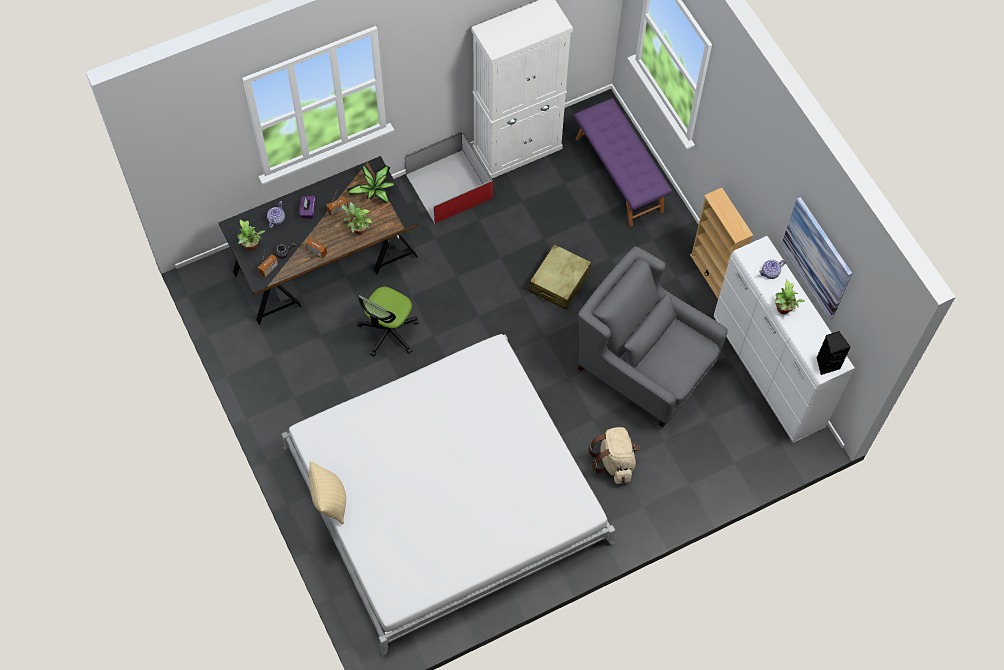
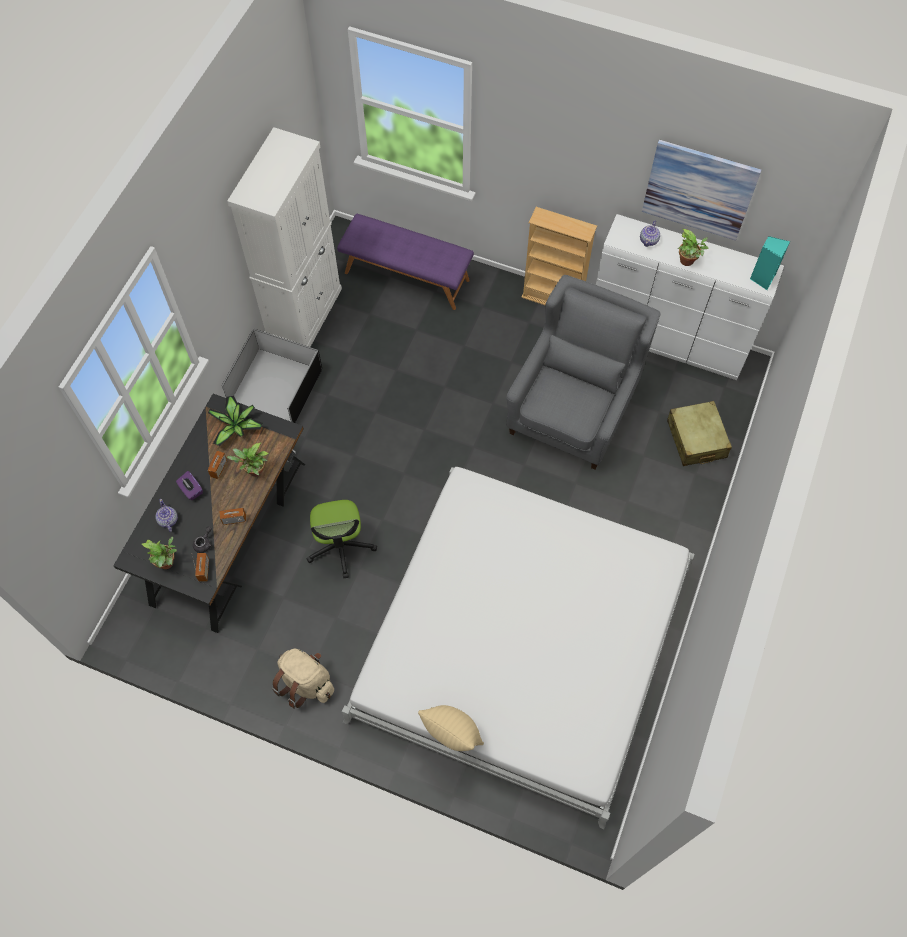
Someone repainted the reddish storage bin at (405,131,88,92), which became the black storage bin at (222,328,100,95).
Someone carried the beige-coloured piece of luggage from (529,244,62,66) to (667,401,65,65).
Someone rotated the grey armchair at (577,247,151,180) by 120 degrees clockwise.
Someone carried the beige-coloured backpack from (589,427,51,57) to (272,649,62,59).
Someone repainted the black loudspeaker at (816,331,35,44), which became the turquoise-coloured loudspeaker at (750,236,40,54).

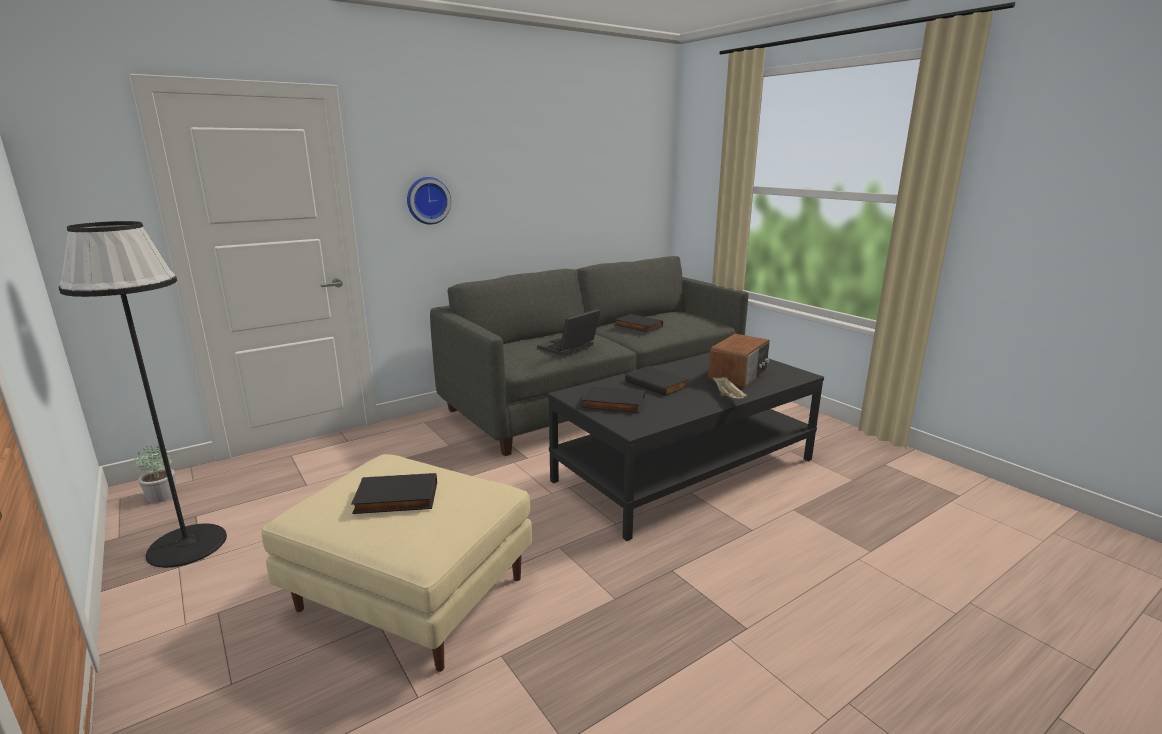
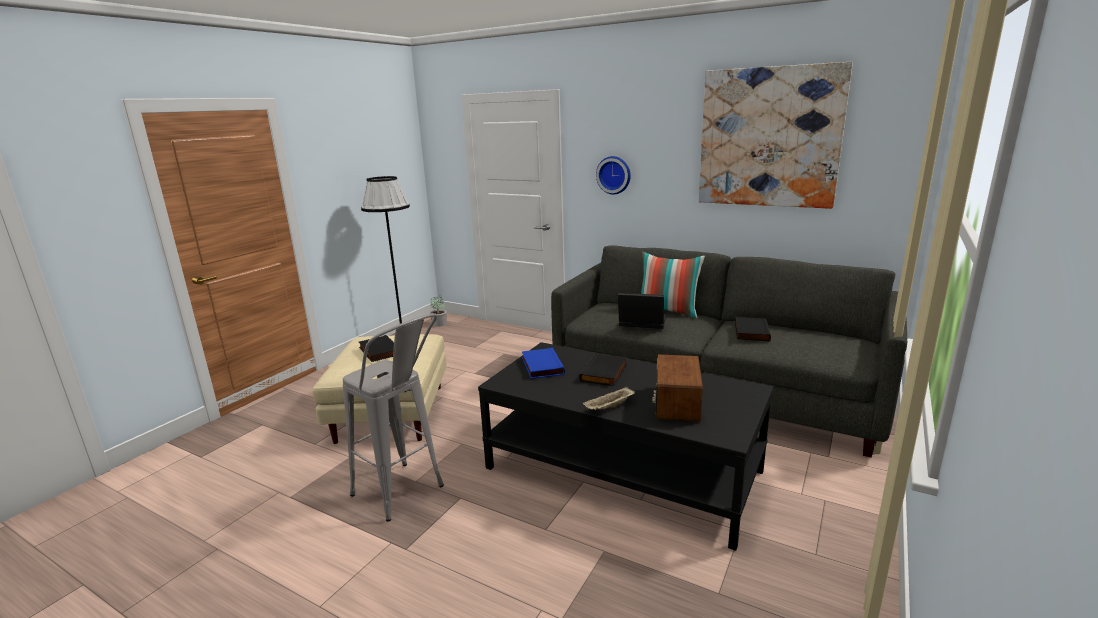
Someone repainted the black bound book at (581,386,64,27), which became the bluish bound book at (522,348,43,31).
Someone rotated the radio receiver at (708,334,62,54) by 90 degrees clockwise.
Someone put down the grey sitting stool at (343,313,101,209).
Someone put down the throw pillow at (641,252,64,66).
Someone put up the picture at (699,62,154,147).

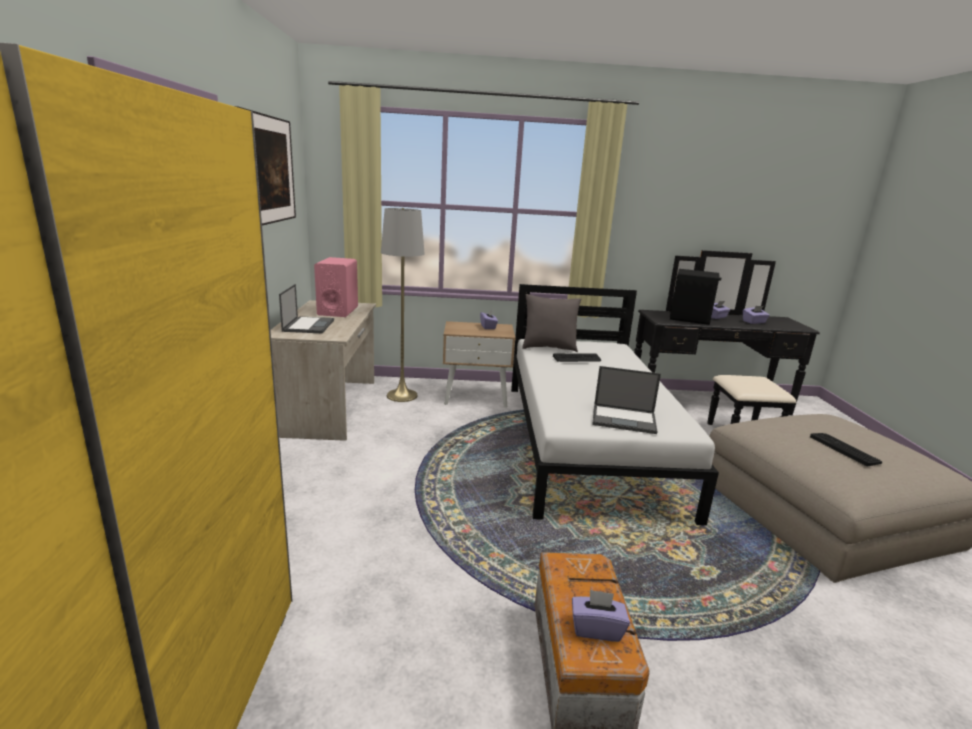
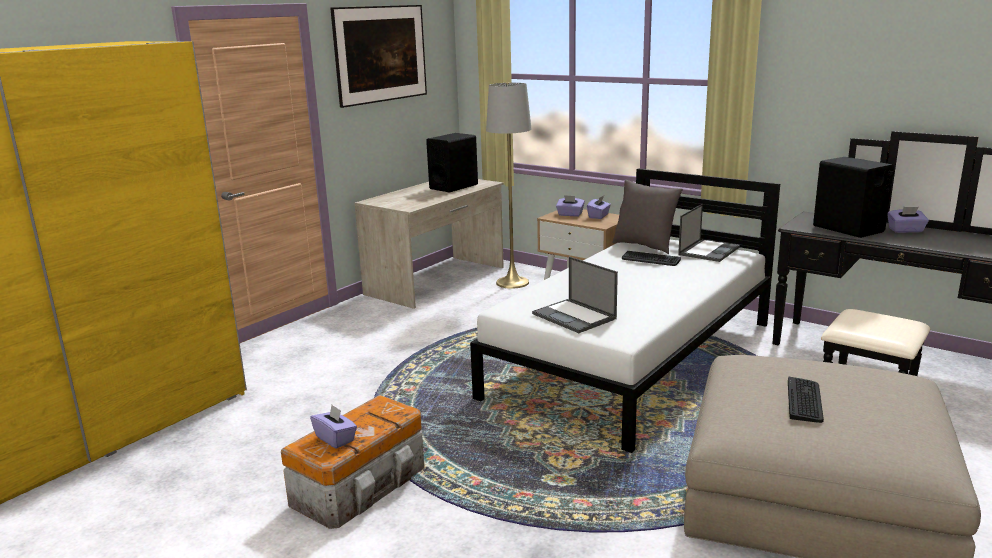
Someone carried the portable computer from (279,284,55,49) to (678,204,62,58).
Someone repainted the pink loudspeaker at (314,257,44,60), which became the black loudspeaker at (426,133,52,60).
Someone carried the purple-coloured box of tissues from (743,306,27,18) to (556,195,29,22).

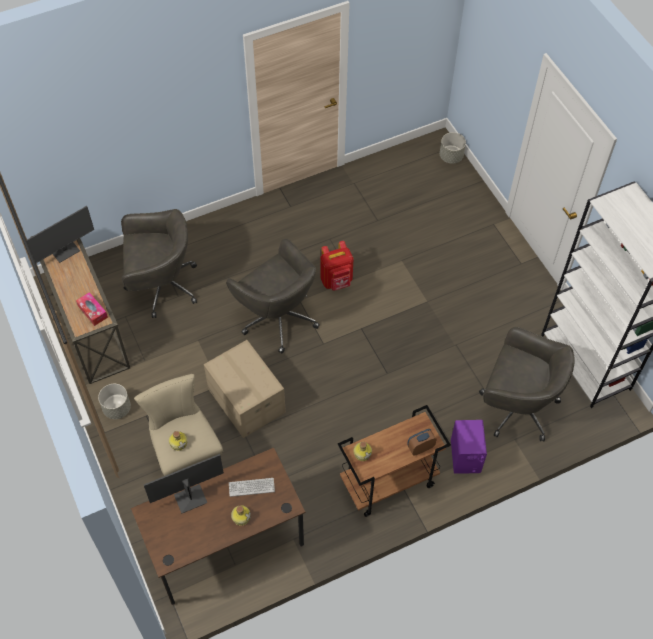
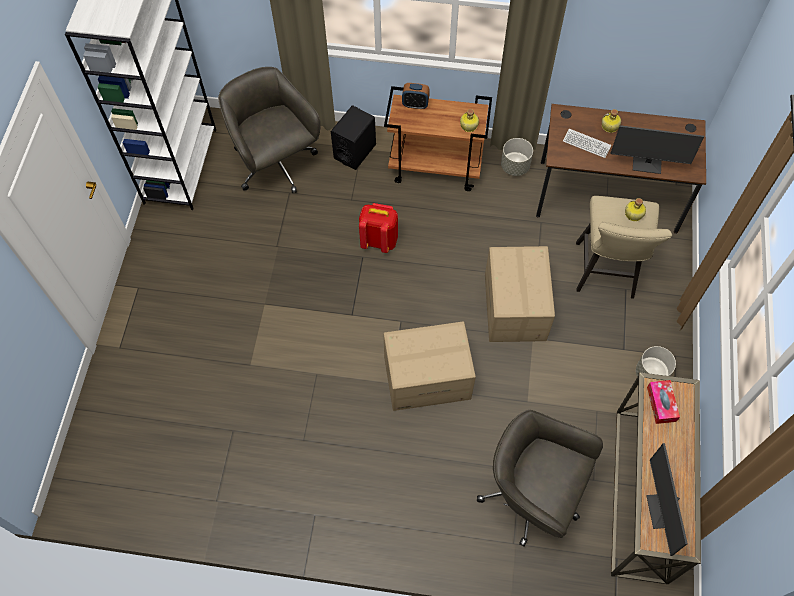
Someone rotated the computer screen at (27,206,67,57) by 90 degrees counterclockwise.
Someone swapped the grey desk chair at (226,239,94,114) for the cardboard box at (384,321,92,90).
Someone carried the reddish backpack from (320,241,33,50) to (359,203,39,50).
Someone carried the grey planter from (440,132,26,32) to (501,138,32,38).
Someone repainted the purple-coloured loudspeaker at (451,420,36,54), which became the black loudspeaker at (331,105,45,65).

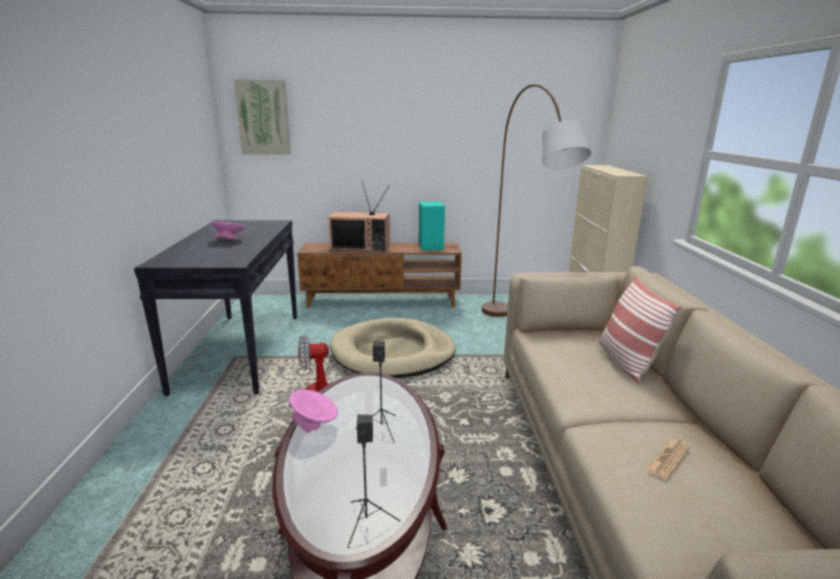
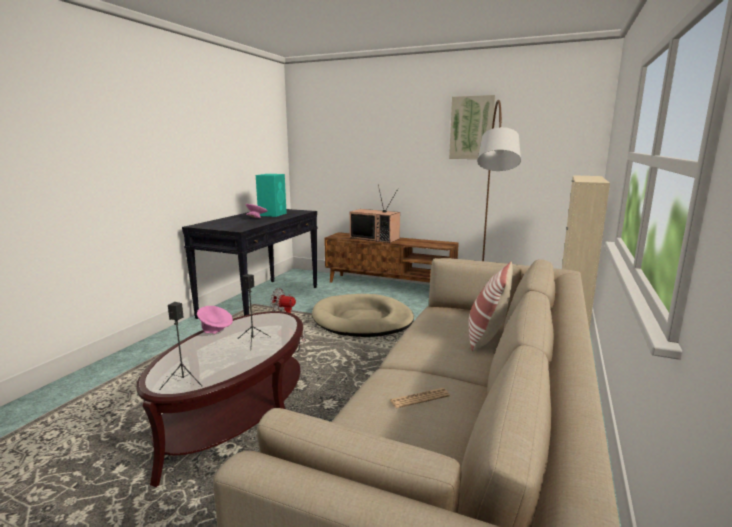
Someone carried the picture from (234,79,57,76) to (449,95,47,64).
Someone carried the turquoise-coloured loudspeaker from (419,201,26,50) to (256,174,31,43).

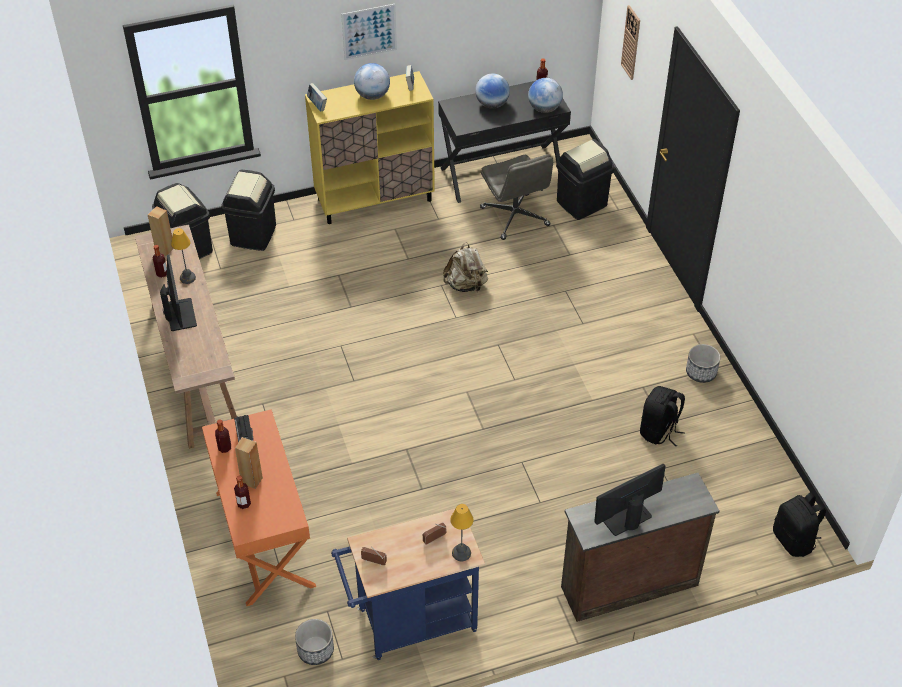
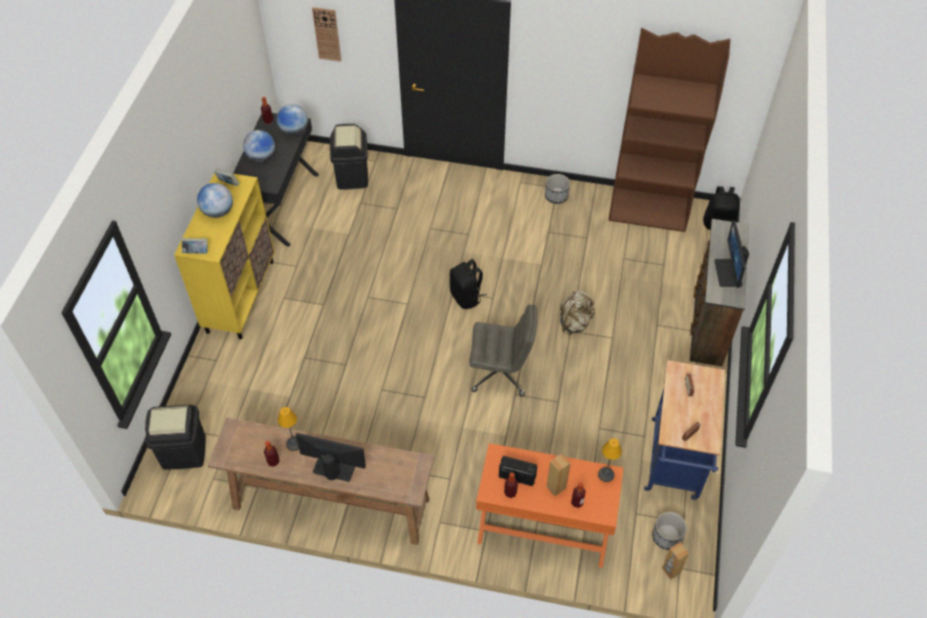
Someone carried the brown-coloured loudspeaker from (148,206,26,50) to (662,542,27,38).
Someone took away the black trash can at (221,170,55,81).
Someone took away the picture at (341,4,56,56).
Someone carried the beige-coloured backpack from (443,242,45,51) to (560,290,35,45).
Someone carried the table lamp from (450,504,24,57) to (598,438,24,44).
Someone carried the grey desk chair from (480,154,73,86) to (469,304,68,92).
Someone carried the black backpack from (640,386,45,60) to (450,259,37,50).
Someone put down the brown-coloured bookcase at (608,28,122,204).

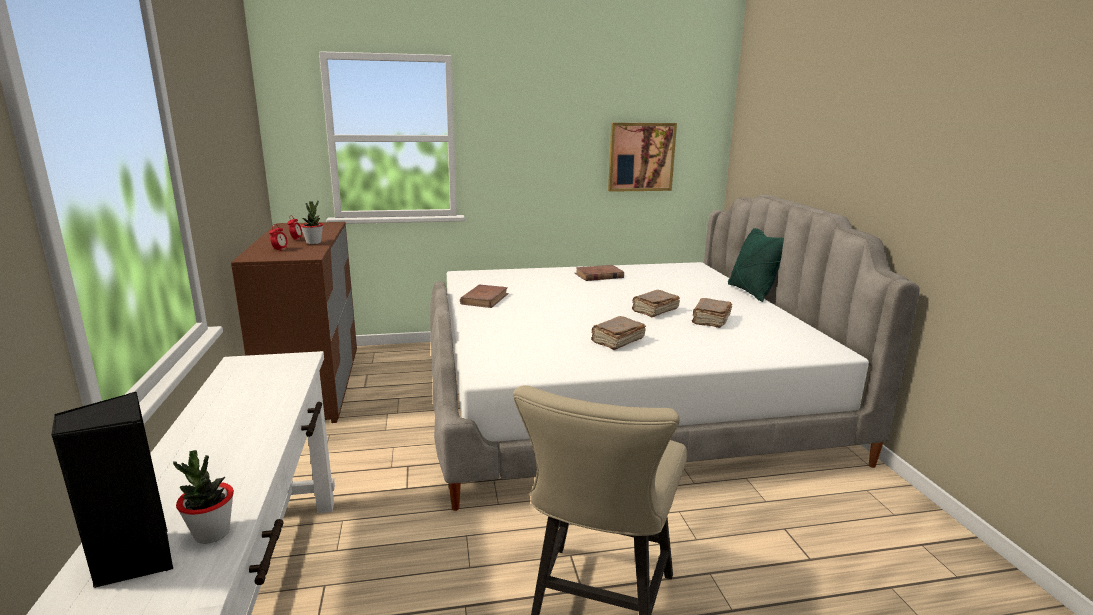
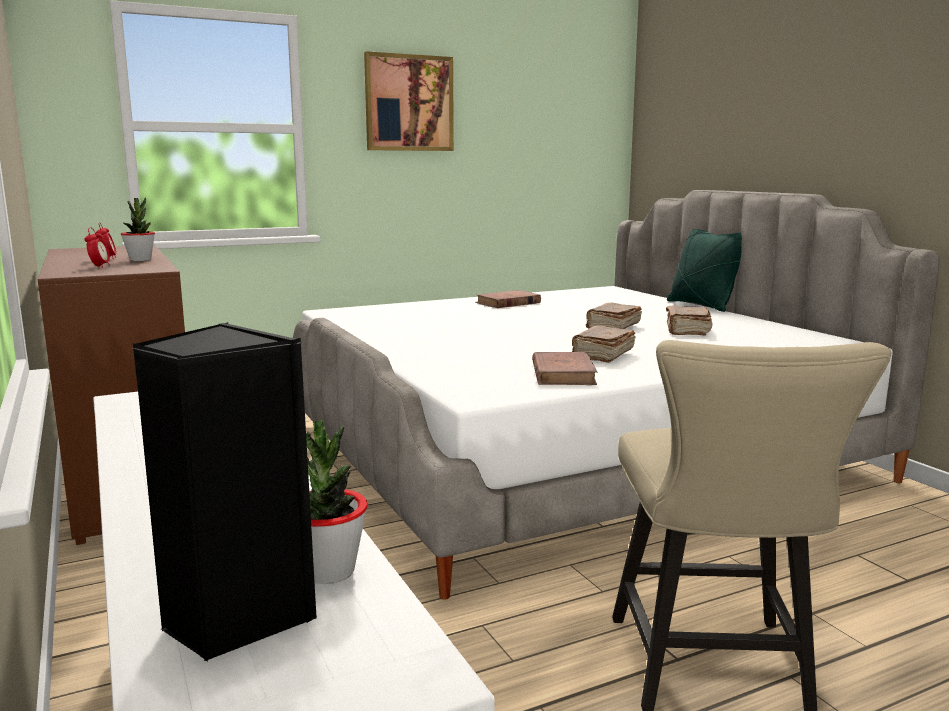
Someone carried the brown-coloured bound book from (460,285,49,23) to (532,352,65,33).
Someone carried the picture from (608,123,69,69) to (364,51,90,100).

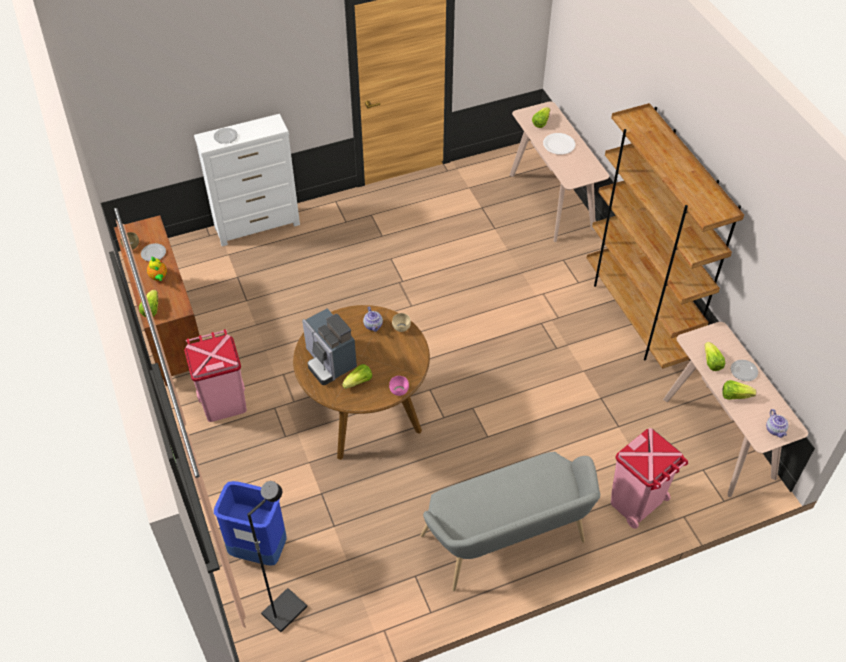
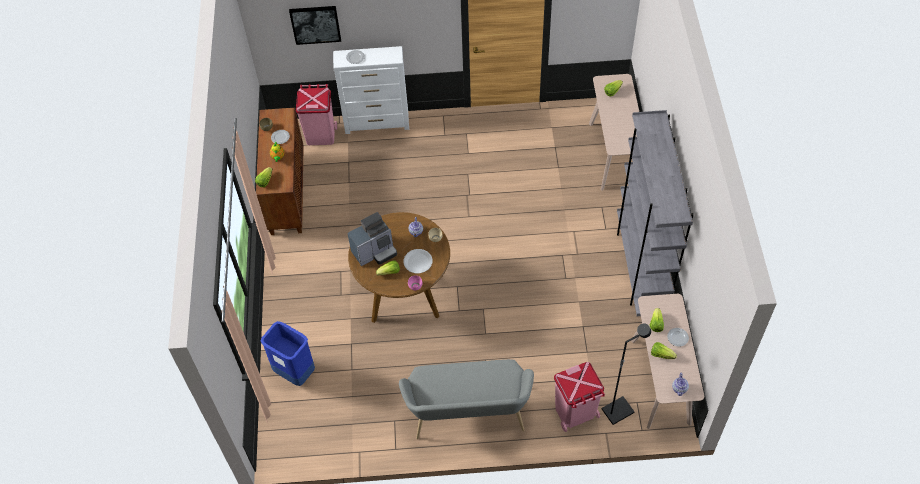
Someone carried the pink trash can from (184,329,63,93) to (296,84,41,61).
Someone carried the black floor lamp from (247,481,60,151) to (602,323,49,102).
Someone rotated the coffee machine at (302,308,55,77) by 105 degrees counterclockwise.
Someone carried the white-coloured dinner plate from (543,133,33,21) to (403,249,30,24).
Someone repainted the brown-coloured bookcase at (587,103,157,266), which became the grey bookcase at (617,110,77,206).
Someone put up the picture at (289,6,52,39).

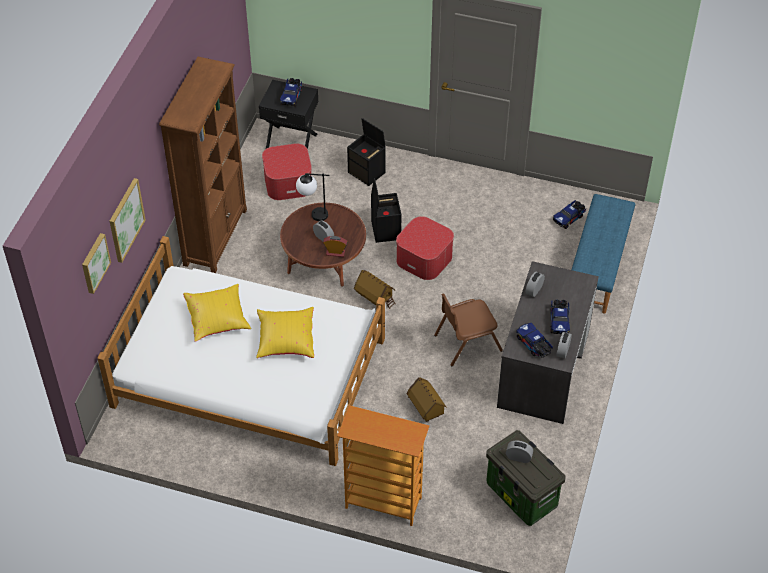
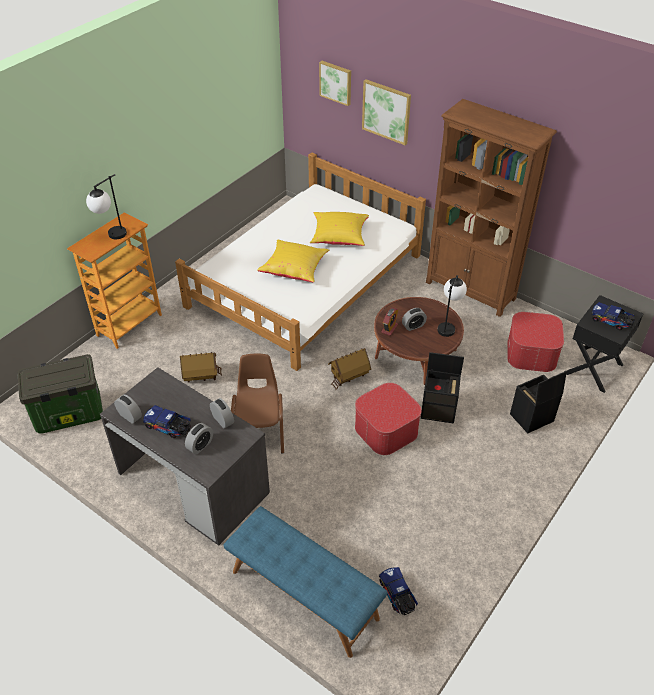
Someone carried the alarm clock from (506,441,27,22) to (185,423,28,31).
Someone took away the toy truck at (516,323,37,35).
Someone put down the table lamp at (86,174,41,65).

